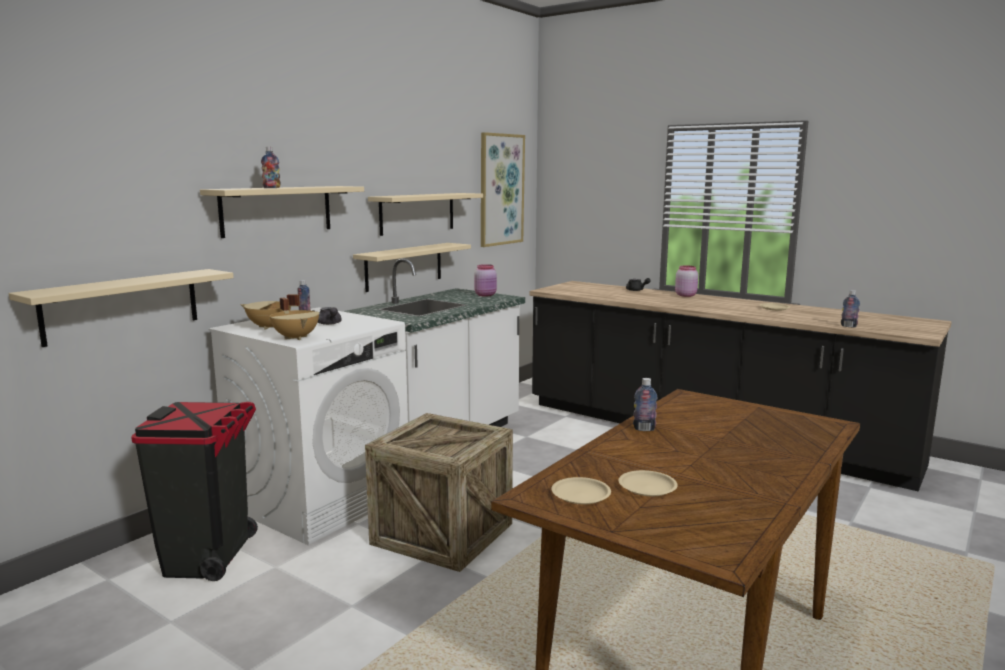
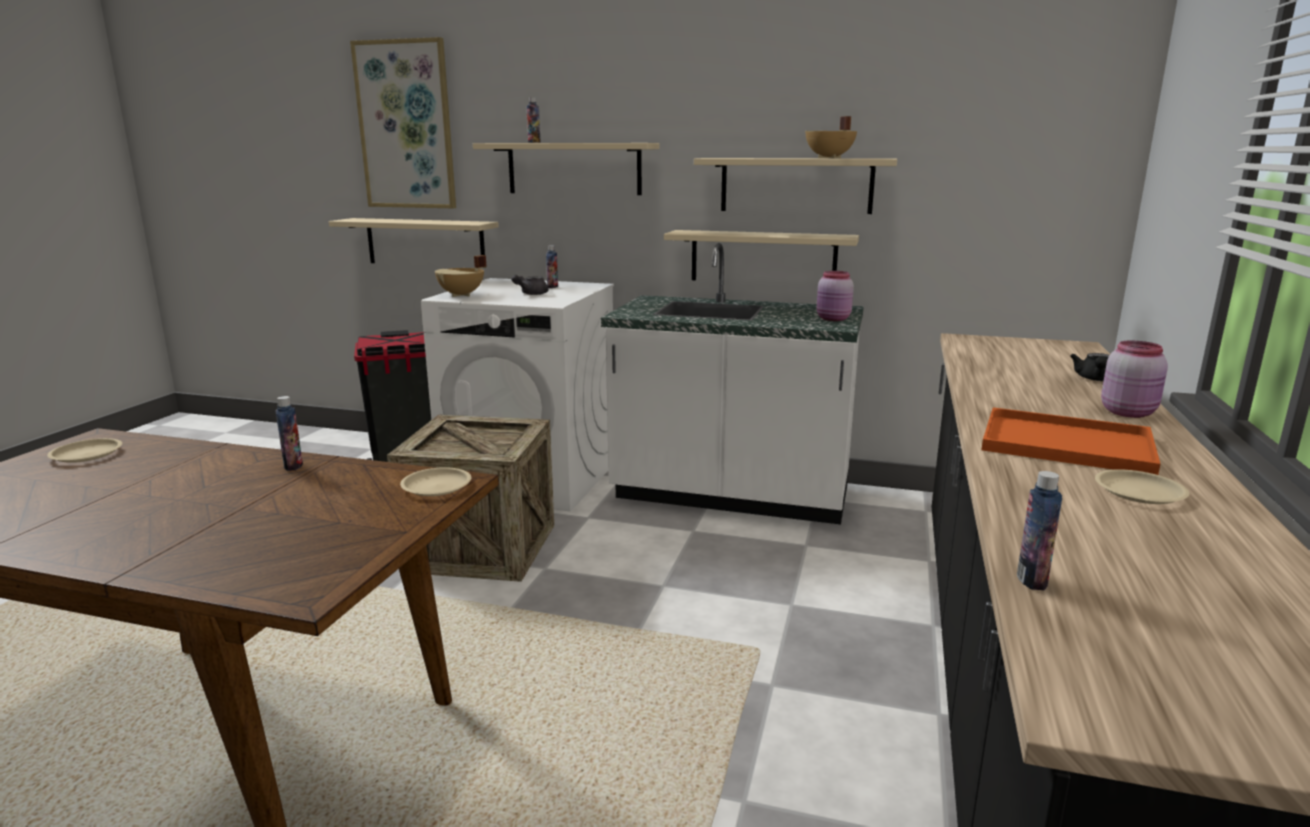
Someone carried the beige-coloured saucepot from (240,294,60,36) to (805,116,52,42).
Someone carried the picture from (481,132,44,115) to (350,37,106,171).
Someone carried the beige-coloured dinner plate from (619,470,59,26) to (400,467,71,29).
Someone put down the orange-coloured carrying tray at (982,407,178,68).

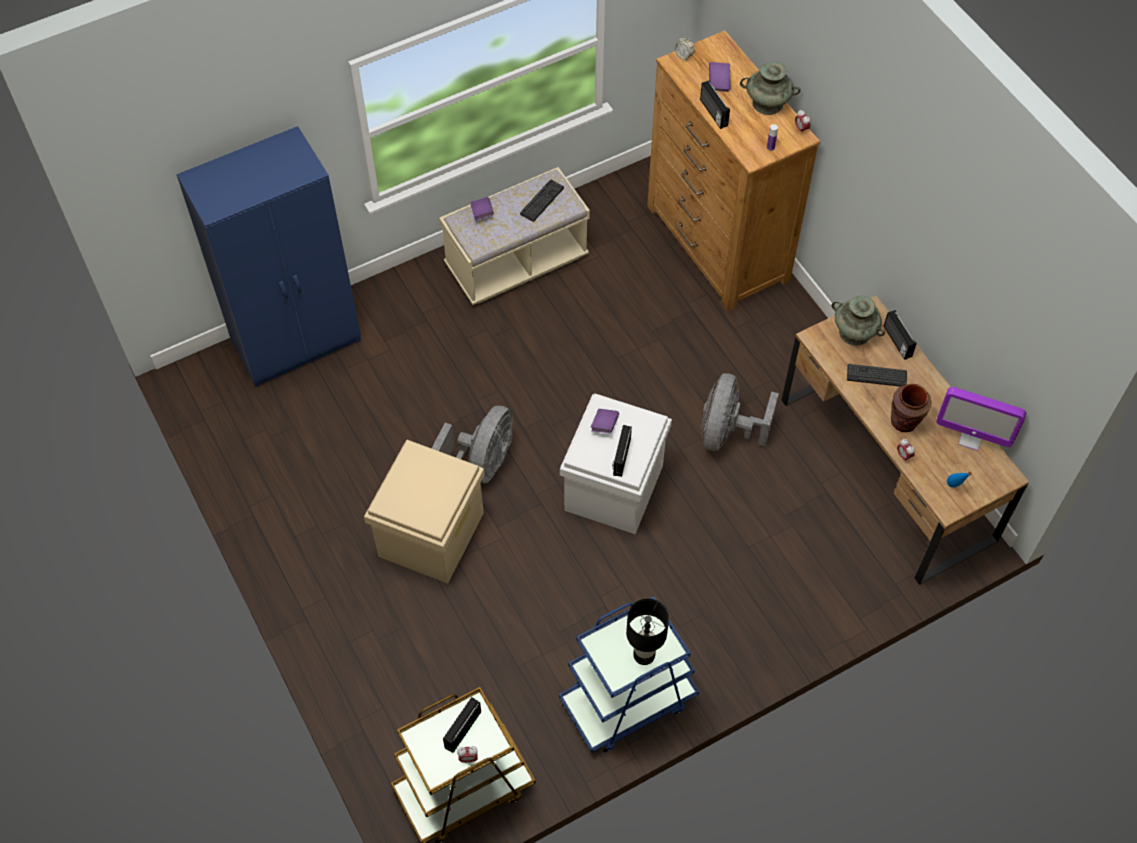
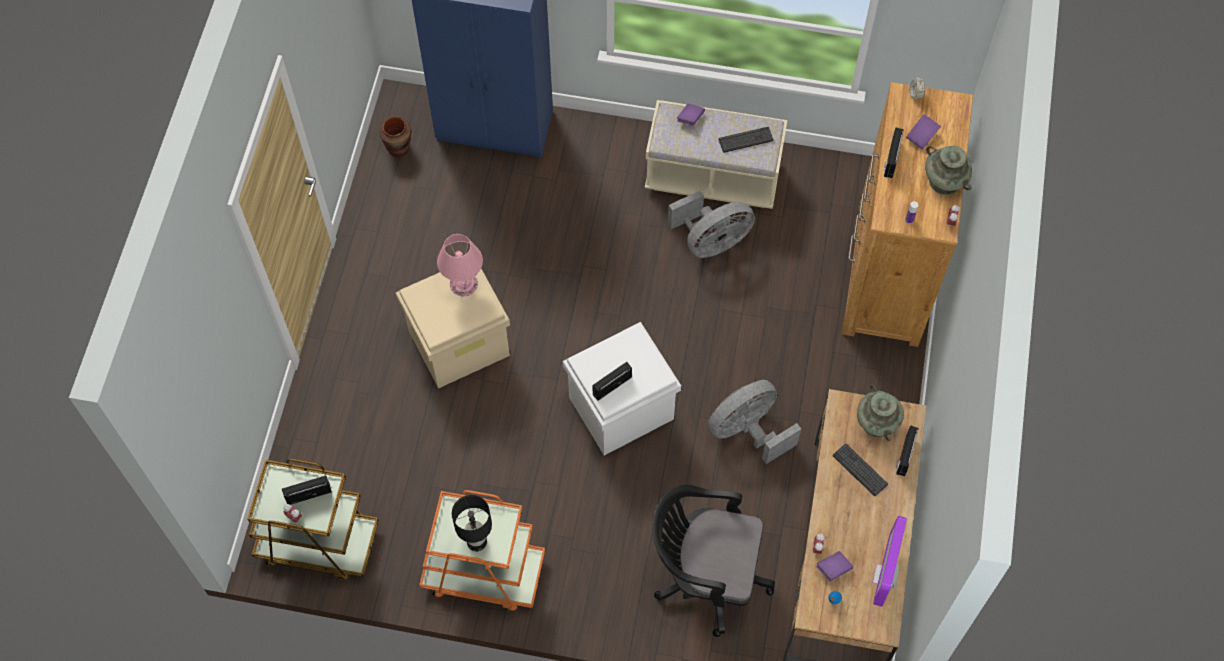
Someone carried the grey cooling fan from (431,406,82,77) to (668,190,87,68).
Someone repainted the bluish trolley at (559,597,140,155), which became the orange-coloured trolley at (419,490,126,121).
Someone carried the purple-coloured bound book from (591,409,28,24) to (816,551,37,30).
Someone carried the brown-coloured flower vase from (891,384,40,48) to (379,116,32,41).
Someone rotated the computer screen at (936,387,90,64) by 45 degrees clockwise.
Someone put down the pink table lamp at (437,234,46,63).
Someone put down the black desk chair at (652,484,123,153).

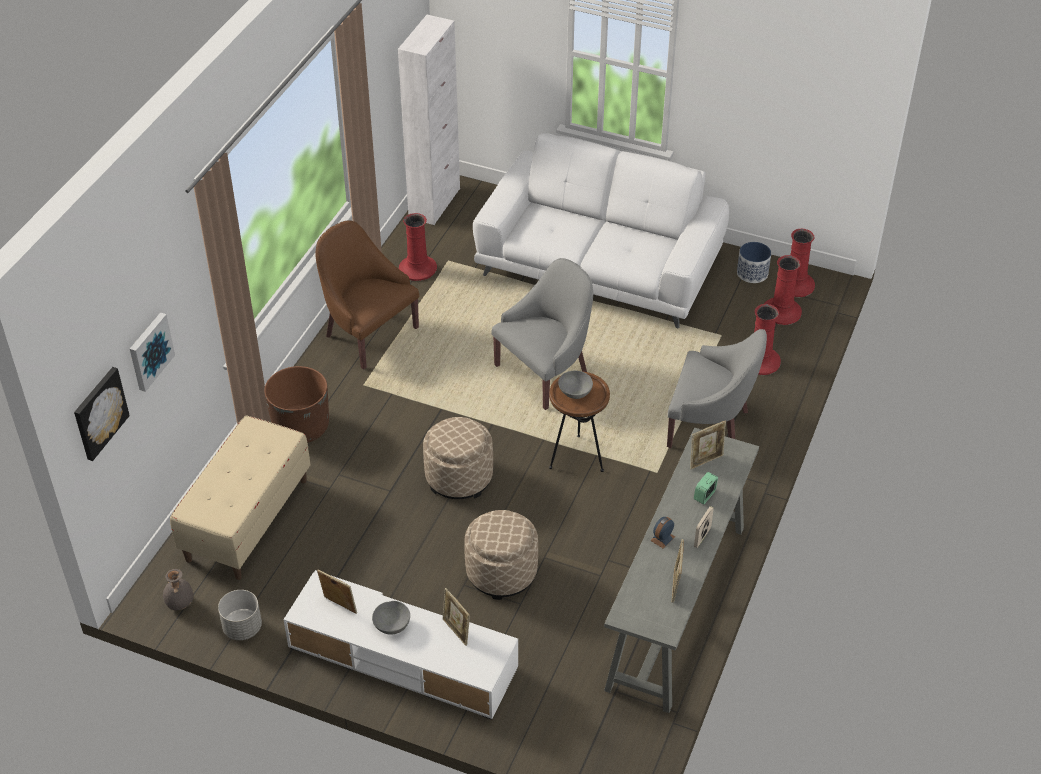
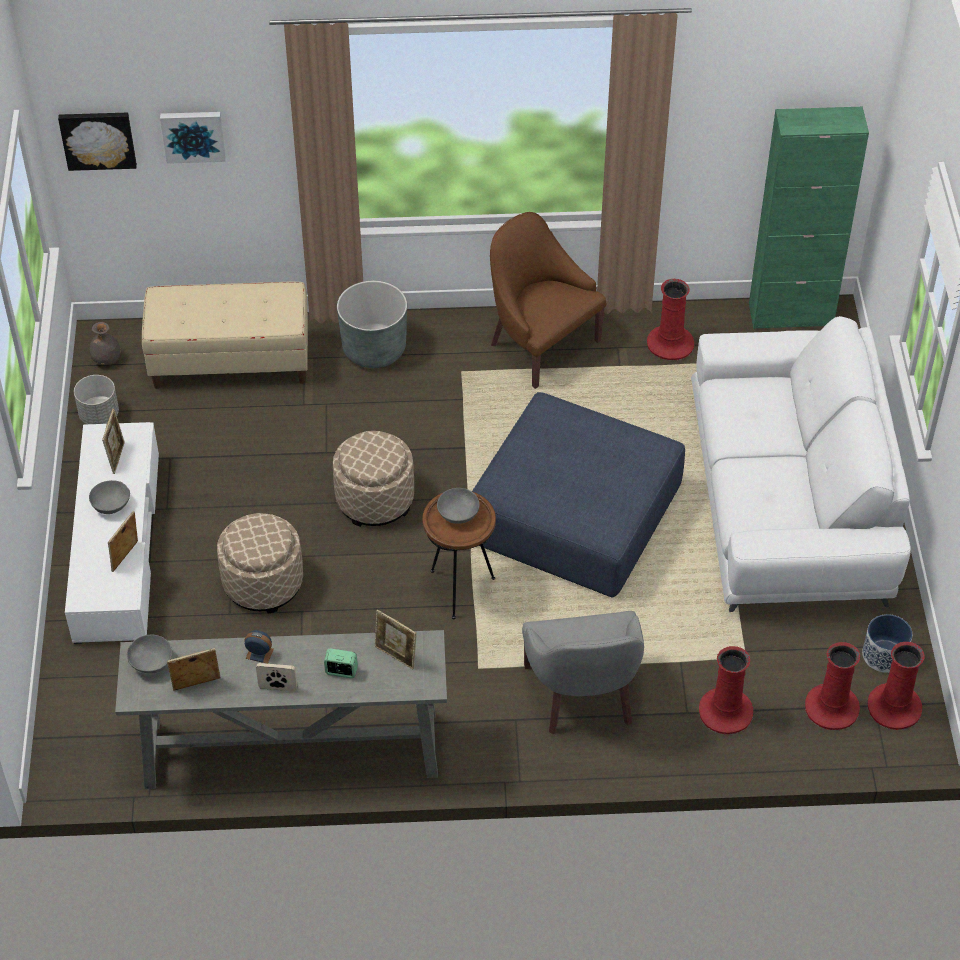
Someone repainted the brown-coloured planter at (264,366,65,77), which became the grey planter at (337,281,70,87).
Someone rotated the brown-coloured armchair at (316,220,103,149) by 60 degrees counterclockwise.
Someone repainted the white-coloured cupboard at (398,15,62,210), which became the green cupboard at (749,107,120,222).
Someone swapped the grey armchair at (491,258,102,152) for the bluish footrest at (472,392,213,205).
Someone put down the grey bowl at (127,635,45,39).

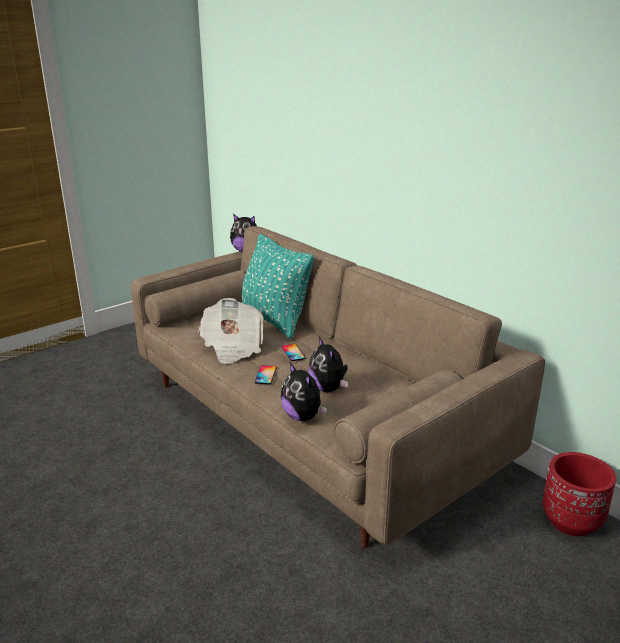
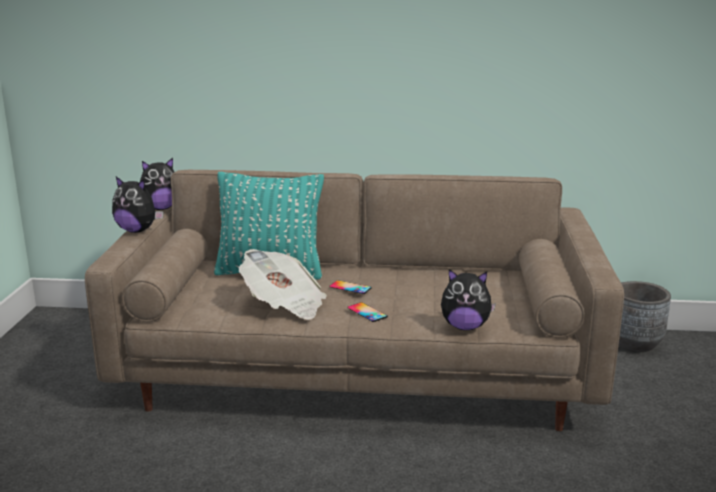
Someone carried the cuddly toy from (308,337,40,55) to (112,177,52,56).
Someone repainted the reddish planter at (542,452,74,84), which became the grey planter at (618,281,53,71).

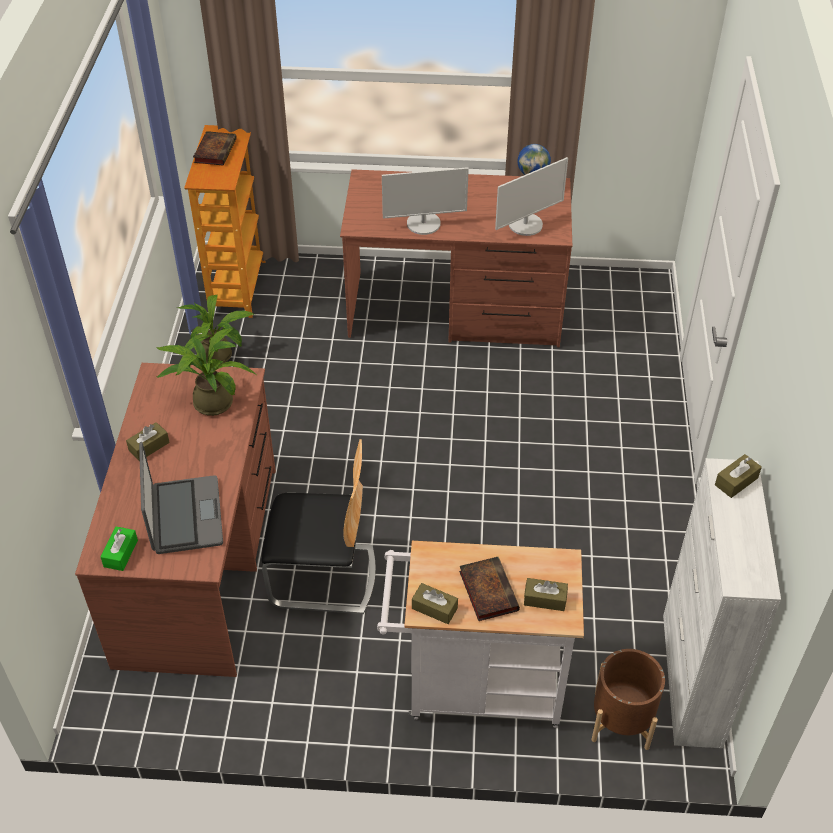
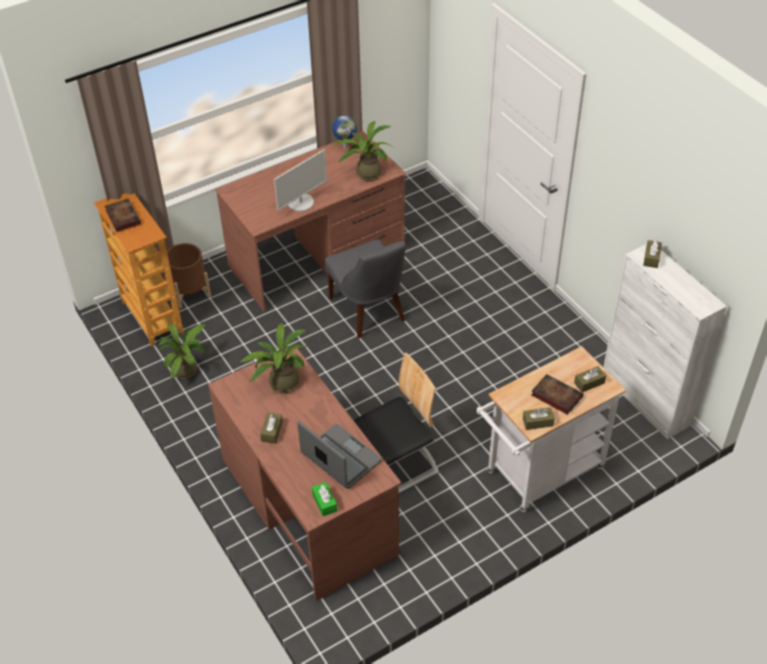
Someone swapped the computer screen at (495,157,73,79) for the plant in a pot at (333,121,61,60).
Someone carried the brown-coloured planter from (592,649,73,101) to (167,243,44,65).
Someone put down the grey upright chair at (325,239,80,99).

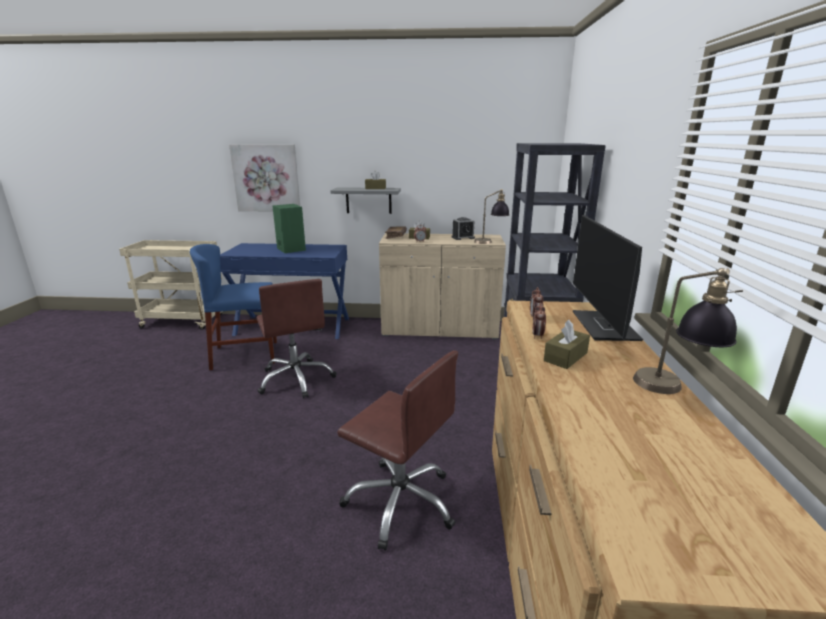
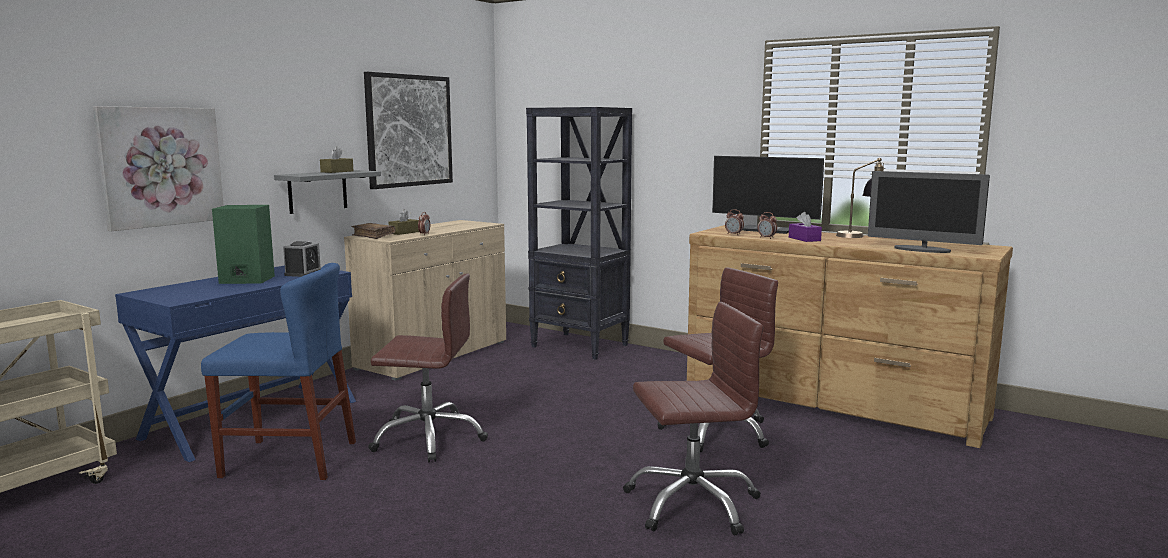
Someone rotated the bluish upright chair at (190,244,87,126) by 105 degrees counterclockwise.
Someone carried the alarm clock from (452,217,23,23) to (283,241,38,36).
Someone took away the table lamp at (474,189,35,55).
Someone repainted the brown-coloured box of tissues at (544,320,46,49), which became the purple-coloured box of tissues at (789,212,33,30).
Someone put up the picture at (364,72,89,117).
Someone put down the brown-coloured desk chair at (623,302,140,233).
Someone put down the computer screen at (868,171,122,82).

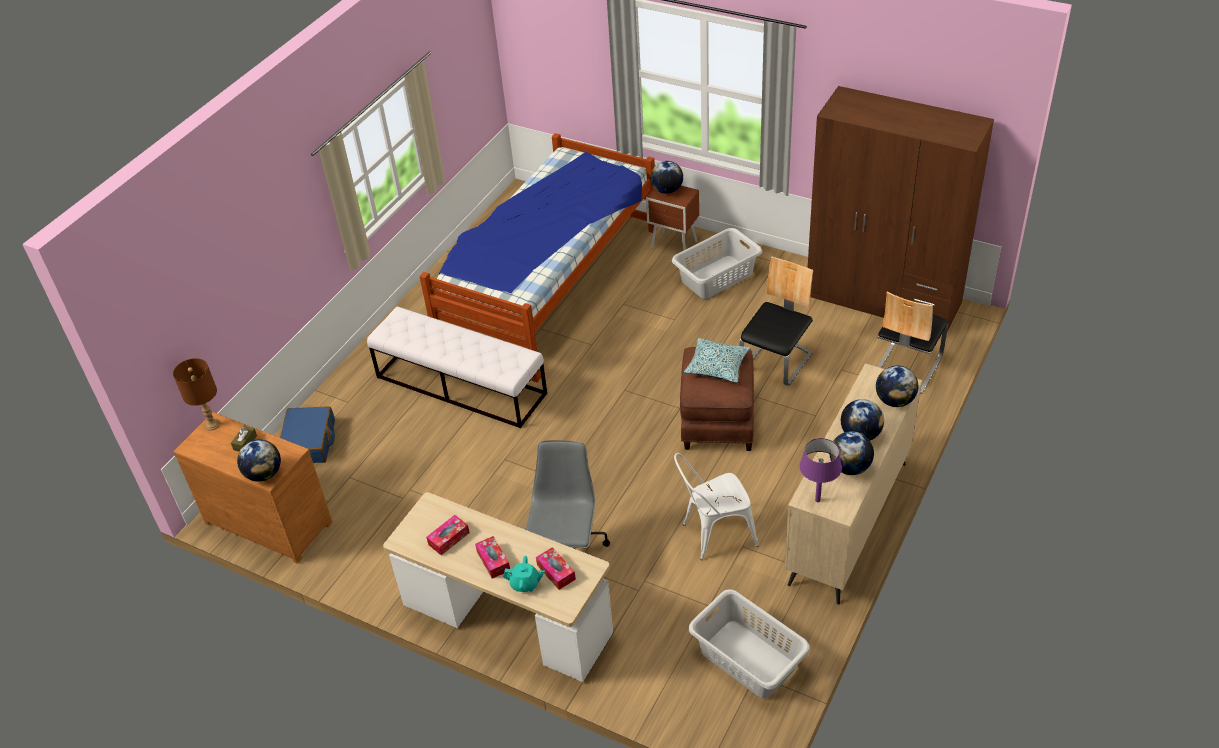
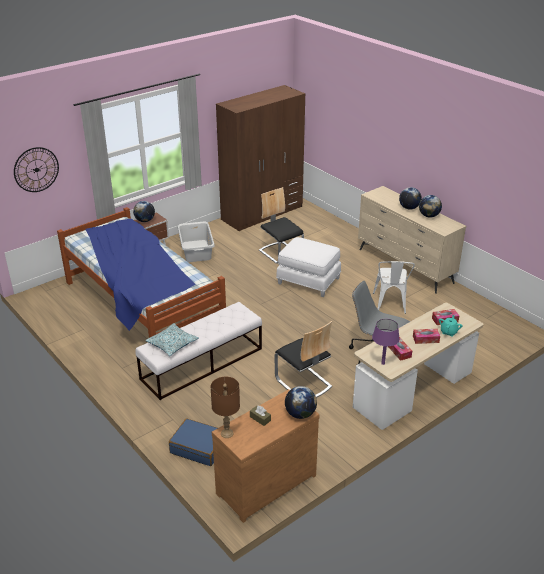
Someone repainted the brown-coloured footrest at (680,347,74,104), which became the white-coloured footrest at (276,237,65,60).
Someone carried the throw pillow from (684,338,67,45) to (146,323,52,33).
Someone took away the grey washing basket at (689,589,121,109).
Someone carried the purple-coloured table lamp from (800,438,42,64) to (372,319,28,46).
Someone took away the world globe at (876,366,42,41).
Someone carried the upright chair from (877,292,71,102) to (274,321,58,77).
Someone put up the hanging clock at (14,147,45,45).

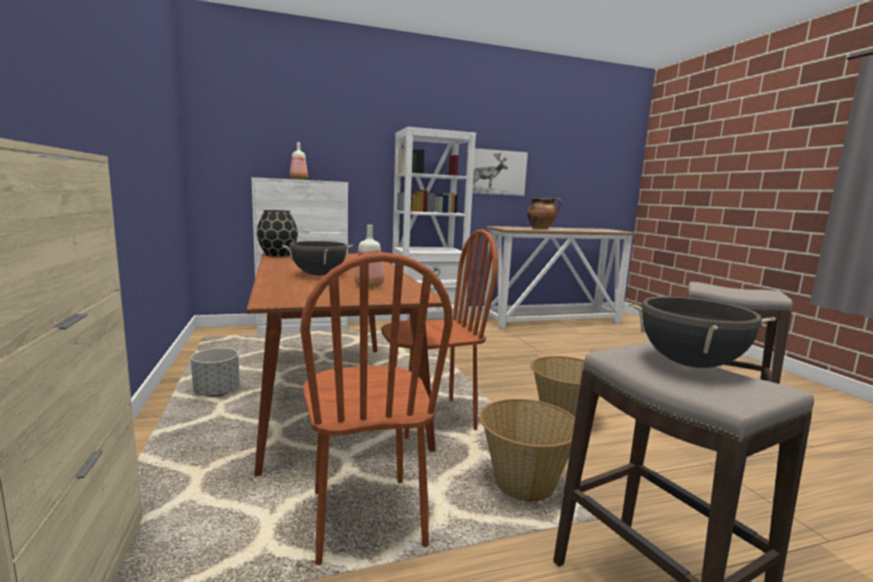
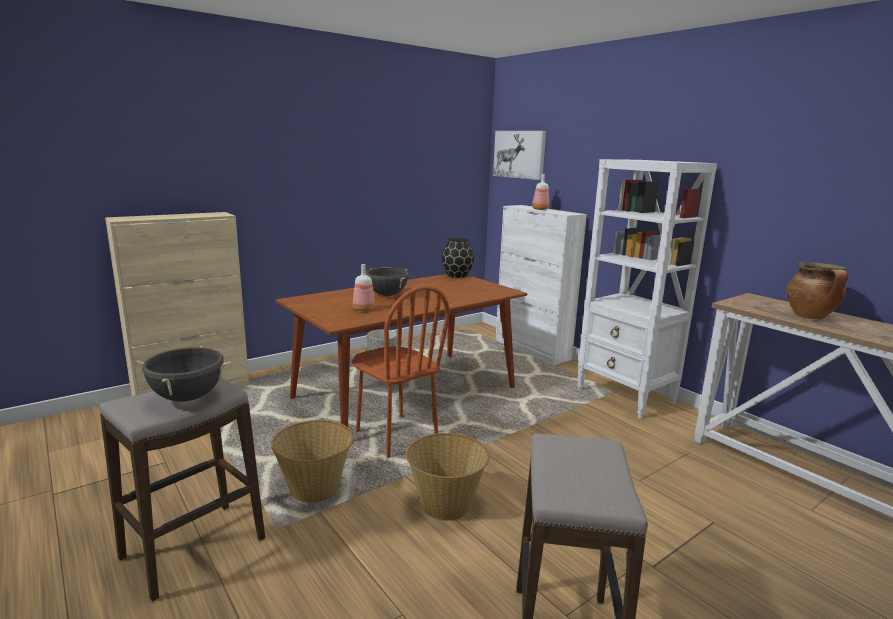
Someone took away the brown-coloured upright chair at (300,252,153,313).
Someone carried the picture from (472,148,56,48) to (493,131,53,49).

